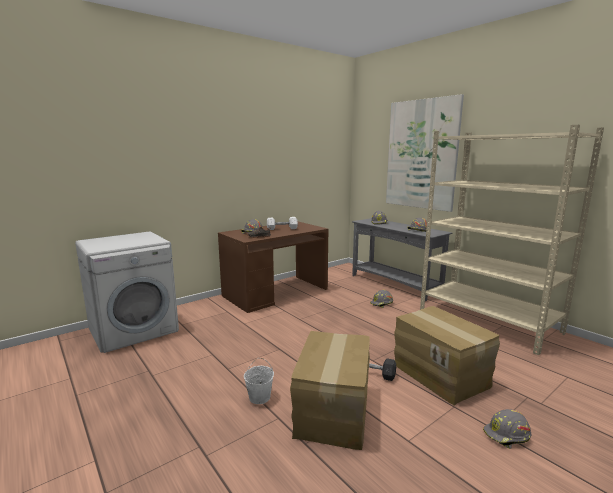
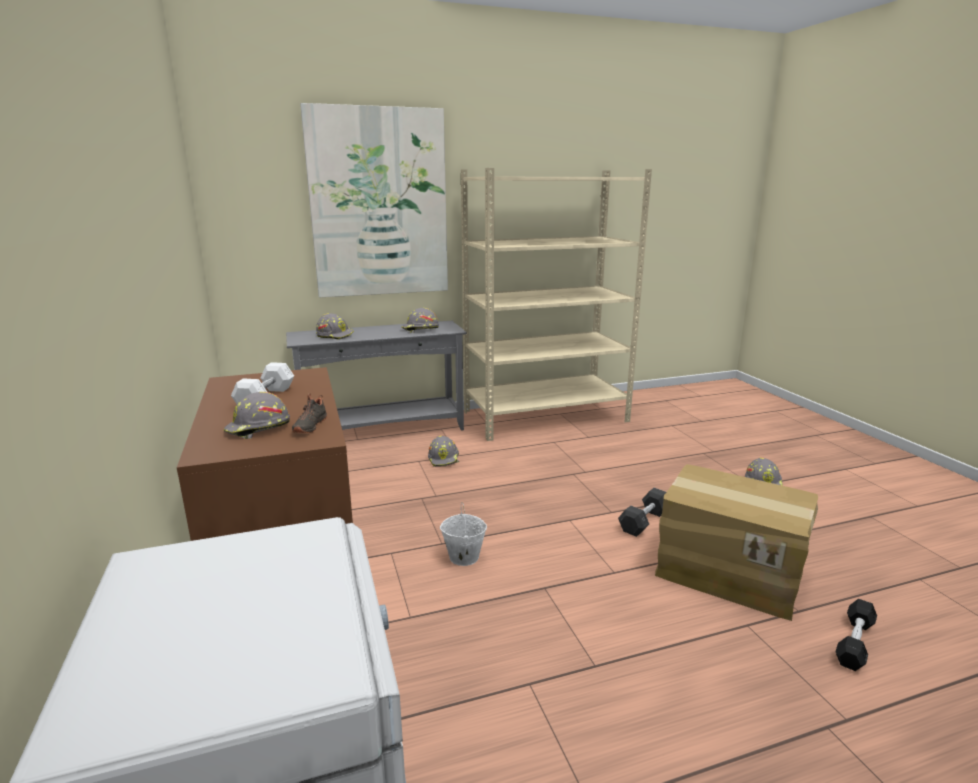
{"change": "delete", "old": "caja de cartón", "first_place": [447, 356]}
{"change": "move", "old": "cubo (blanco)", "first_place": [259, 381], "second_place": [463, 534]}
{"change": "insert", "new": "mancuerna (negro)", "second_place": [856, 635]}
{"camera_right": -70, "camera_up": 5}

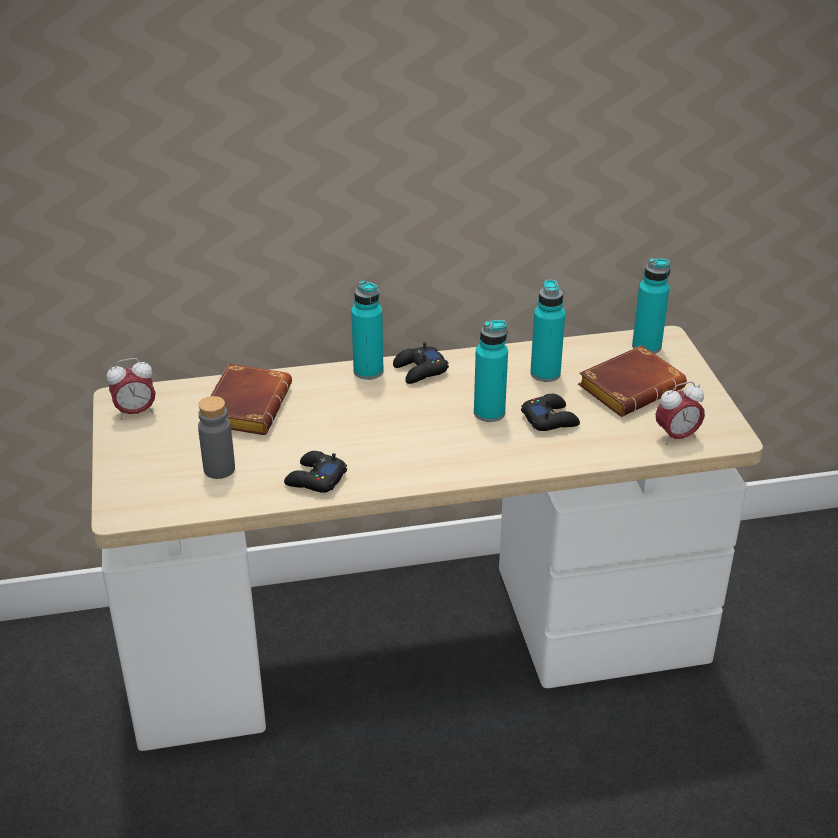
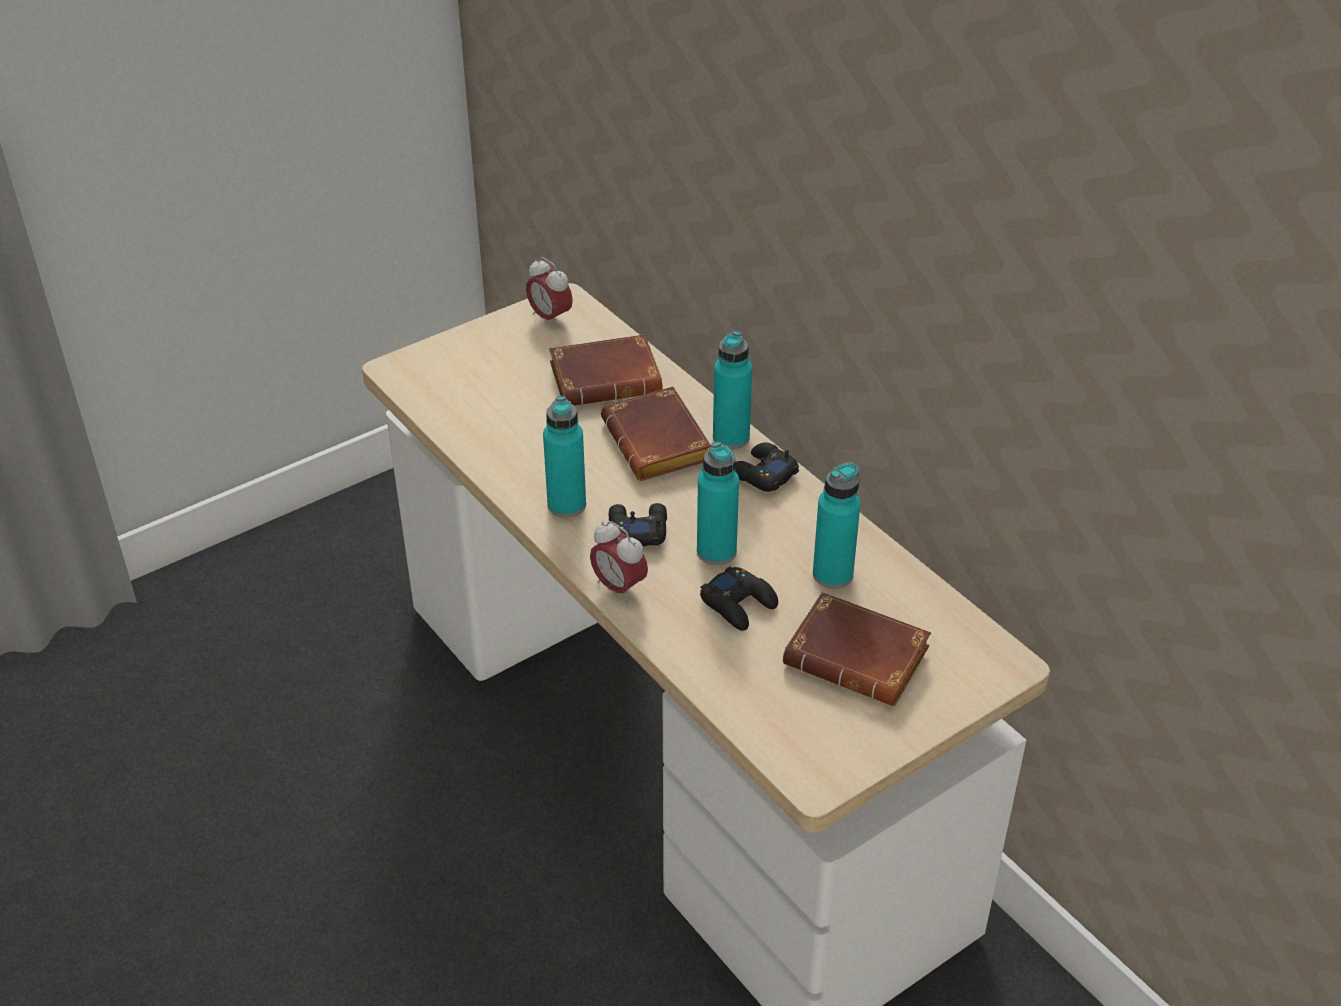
{"change": "move", "old": "botella (turquesa)", "first_place": [651, 306], "second_place": [564, 457]}
{"change": "move", "old": "despertador", "first_place": [680, 413], "second_place": [619, 562]}
{"change": "delete", "old": "botella (gris)", "first_place": [216, 437]}
{"change": "move", "old": "mando de consola (negro)", "first_place": [315, 472], "second_place": [638, 525]}
{"change": "insert", "new": "libro (marrón)", "second_place": [656, 434]}
{"camera_right": 65, "camera_up": 5}

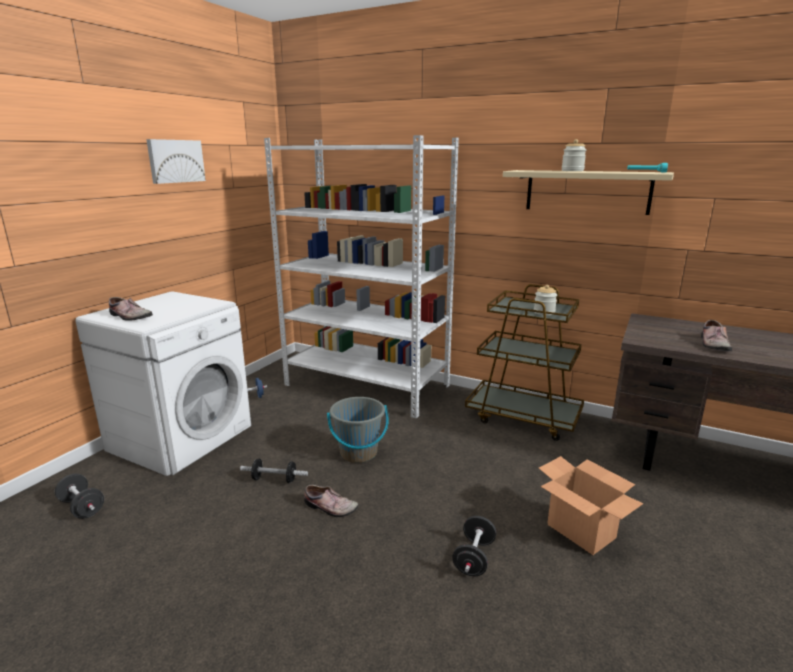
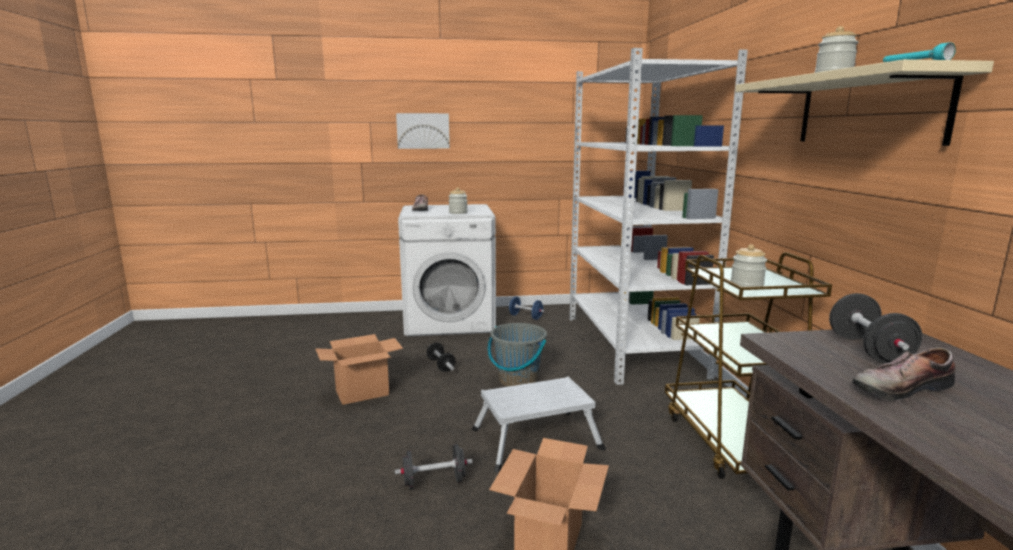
{"change": "move", "old": "cuadro", "first_place": [176, 161], "second_place": [423, 131]}
{"change": "move", "old": "mancuerna (negro)", "first_place": [79, 496], "second_place": [875, 328]}
{"change": "delete", "old": "zapato", "first_place": [331, 501]}
{"change": "insert", "new": "tarro", "second_place": [458, 200]}
{"change": "insert", "new": "caja de cartón", "second_place": [359, 369]}
{"change": "insert", "new": "escalera de tijera (blanco)", "second_place": [538, 425]}
{"camera_right": 55, "camera_up": -5}

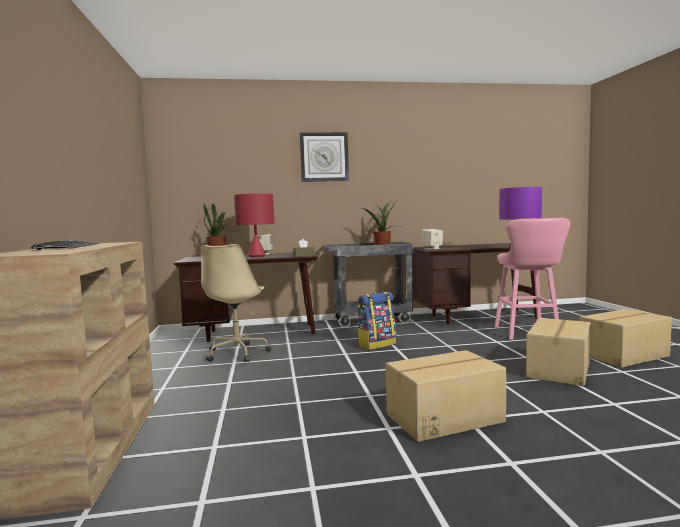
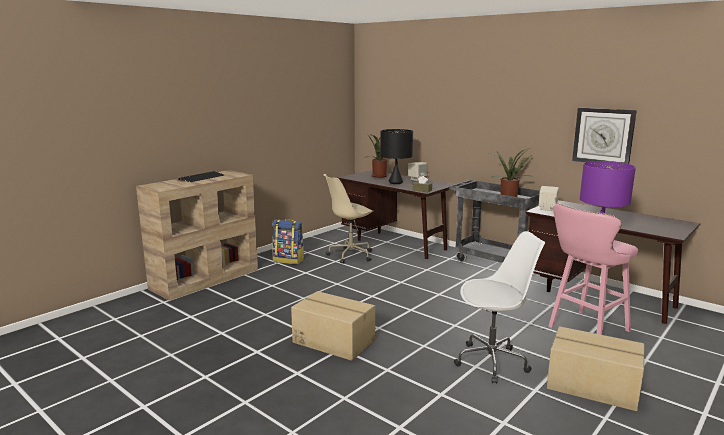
{"change": "move", "old": "reloj de pared", "first_place": [324, 157], "second_place": [604, 135]}
{"change": "recolor", "old": "lámpara de mesa (rojo)", "new": "lámpara de mesa (negro)", "first_place": [254, 225], "second_place": [396, 156]}
{"change": "move", "old": "mochila", "first_place": [376, 321], "second_place": [288, 241]}
{"change": "replace", "old": "caja de cartón", "new": "silla de oficina (blanco)", "first_place": [558, 352], "second_place": [499, 307]}
{"camera_right": 50, "camera_up": 10}

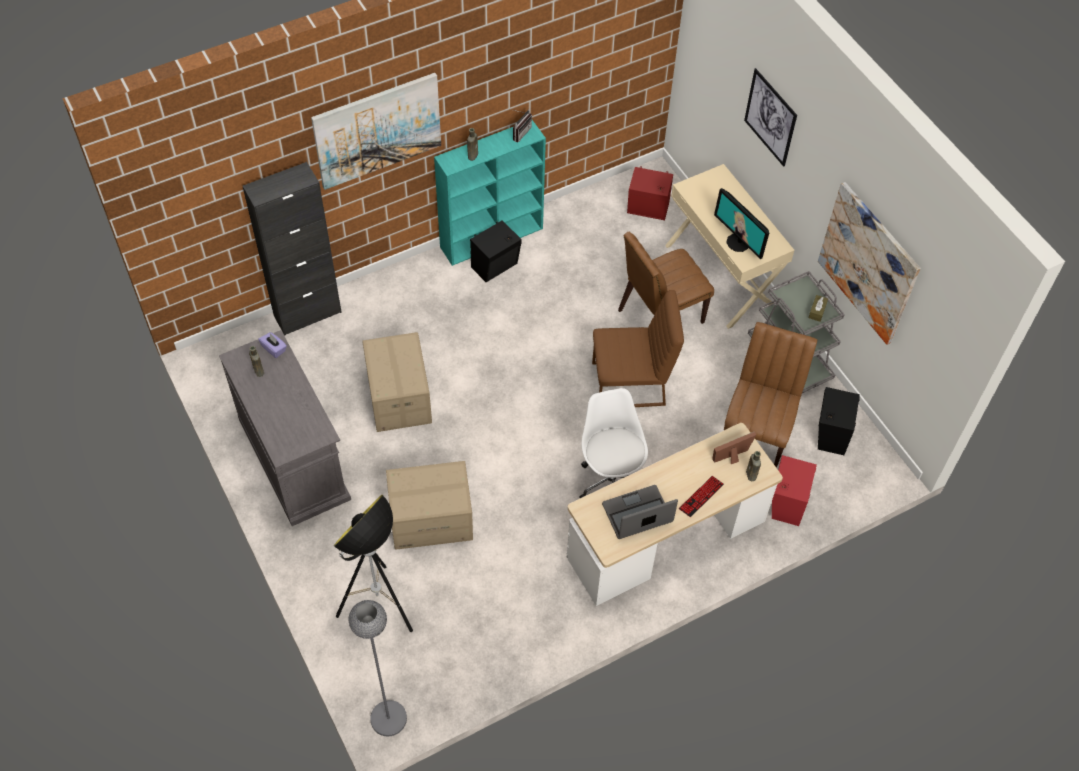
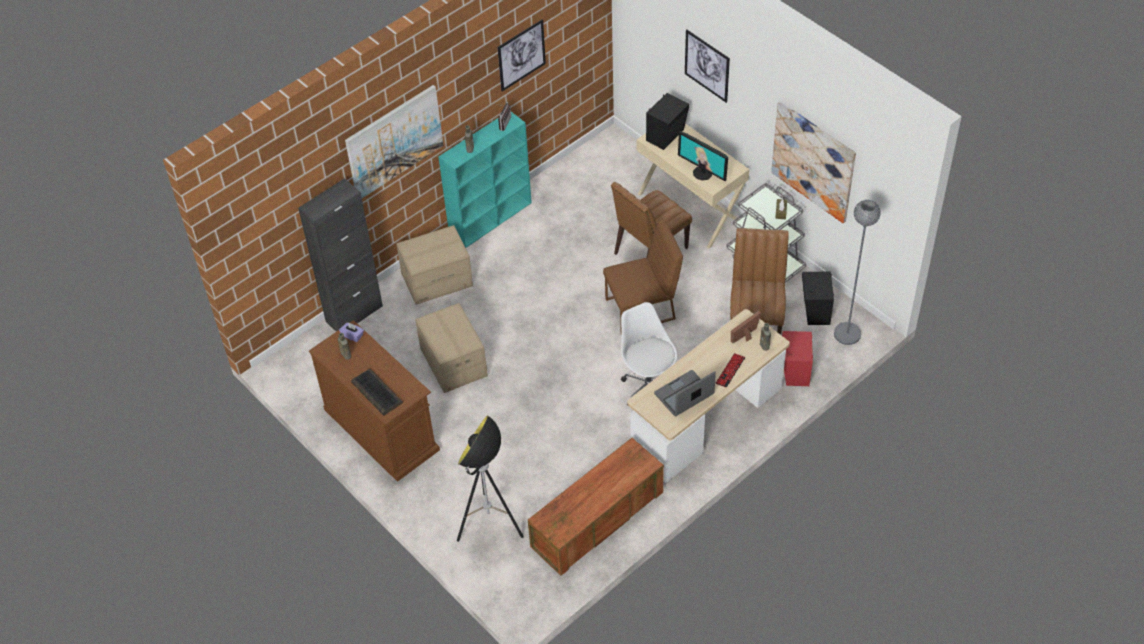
{"change": "delete", "old": "altavoz (rojo)", "first_place": [650, 193]}
{"change": "move", "old": "altavoz (negro)", "first_place": [496, 251], "second_place": [667, 121]}
{"change": "recolor", "old": "cómoda (gris)", "new": "cómoda (marrón)", "first_place": [285, 428], "second_place": [374, 401]}
{"change": "move", "old": "caja de cartón", "first_place": [429, 505], "second_place": [434, 265]}
{"change": "move", "old": "lámpara de pie (gris)", "first_place": [378, 668], "second_place": [857, 272]}
{"change": "insert", "new": "cuadro", "second_place": [521, 55]}
{"change": "insert", "new": "teclado", "second_place": [377, 392]}
{"change": "insert", "new": "banco (marrón)", "second_place": [596, 507]}
{"camera_right": -10, "camera_up": -5}

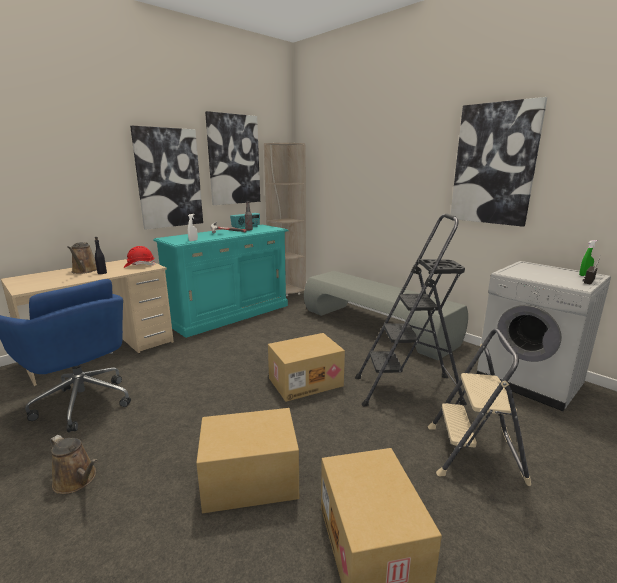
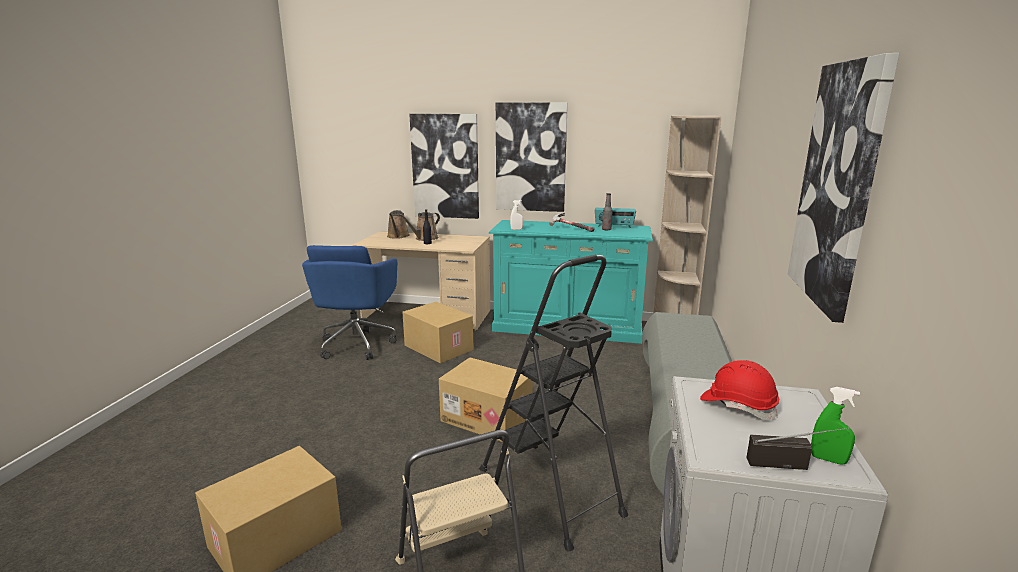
{"change": "move", "old": "cuadro", "first_place": [232, 158], "second_place": [444, 166]}
{"change": "move", "old": "casco (rojo)", "first_place": [139, 257], "second_place": [739, 390]}
{"change": "move", "old": "caja de cartón", "first_place": [247, 460], "second_place": [438, 332]}
{"change": "move", "old": "regadera (marrón)", "first_place": [73, 464], "second_place": [398, 224]}
{"camera_right": 55, "camera_up": 0}

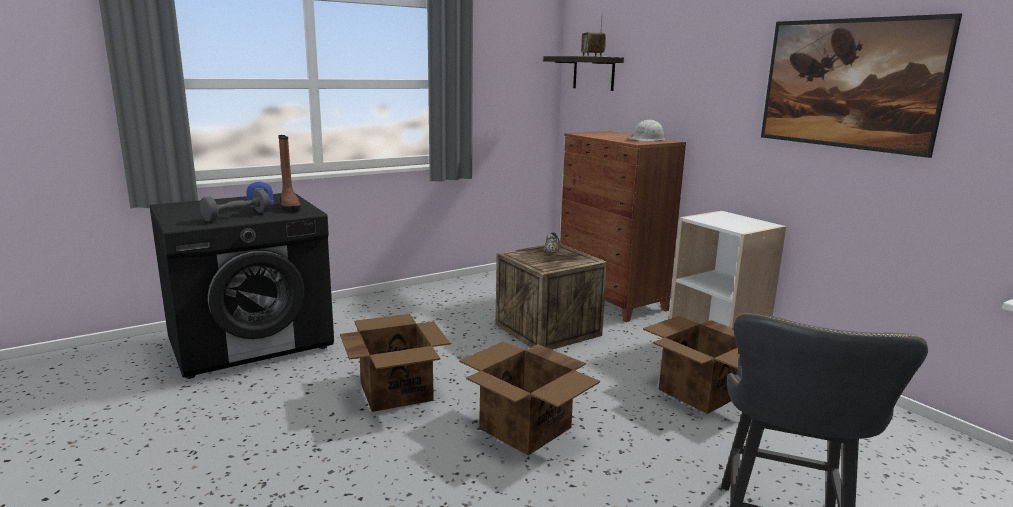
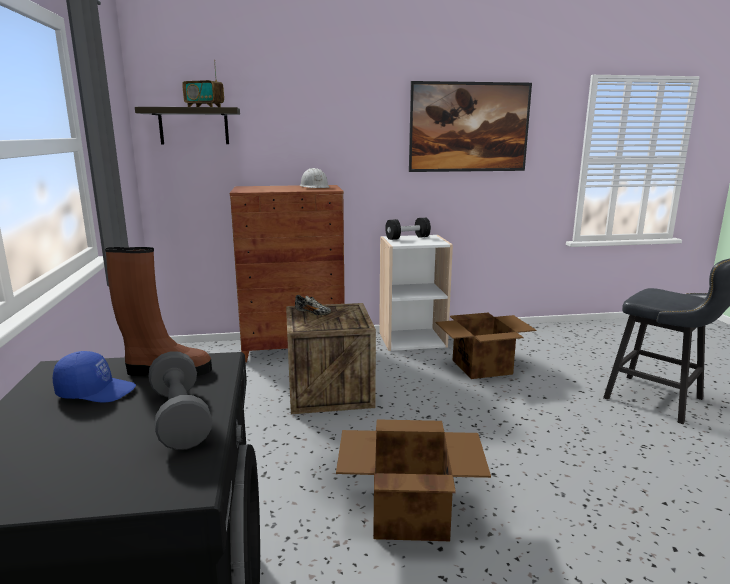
{"change": "delete", "old": "caja de cartón", "first_place": [529, 398]}
{"change": "insert", "new": "mancuerna (negro)", "second_place": [408, 229]}
{"camera_right": -65, "camera_up": 0}

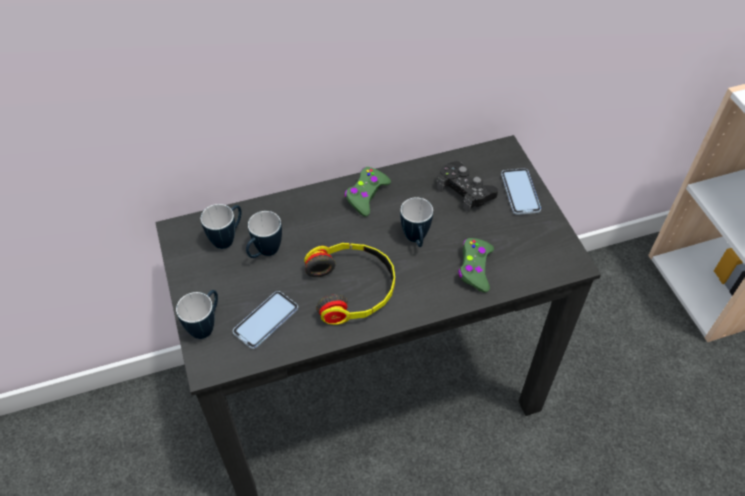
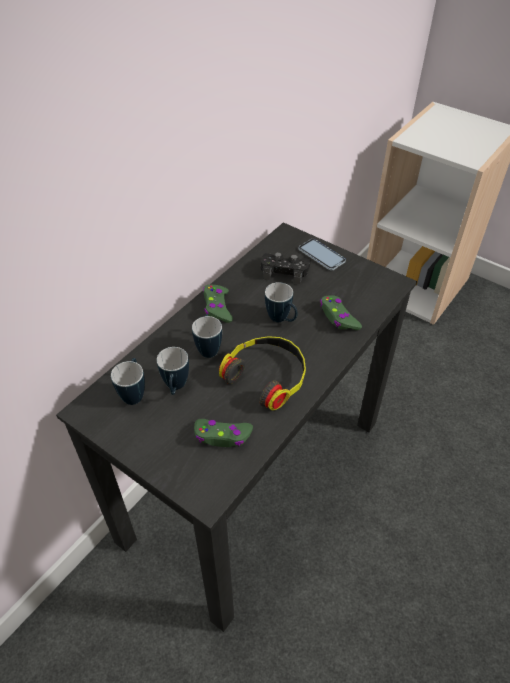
{"change": "move", "old": "taza grande", "first_place": [197, 314], "second_place": [207, 336]}
{"change": "replace", "old": "móvil", "new": "mando de consola (verde)", "first_place": [265, 320], "second_place": [223, 433]}
{"camera_right": -35, "camera_up": -5}

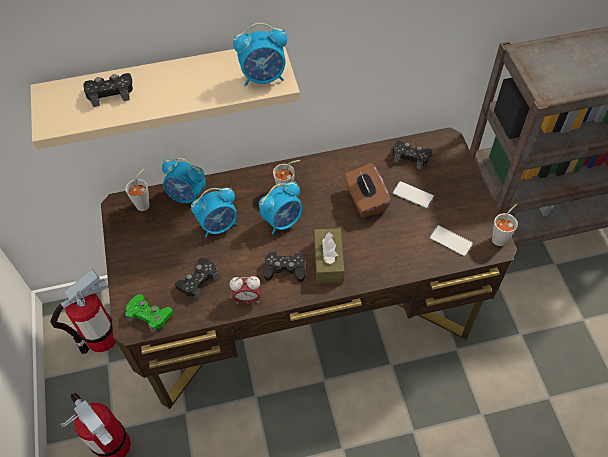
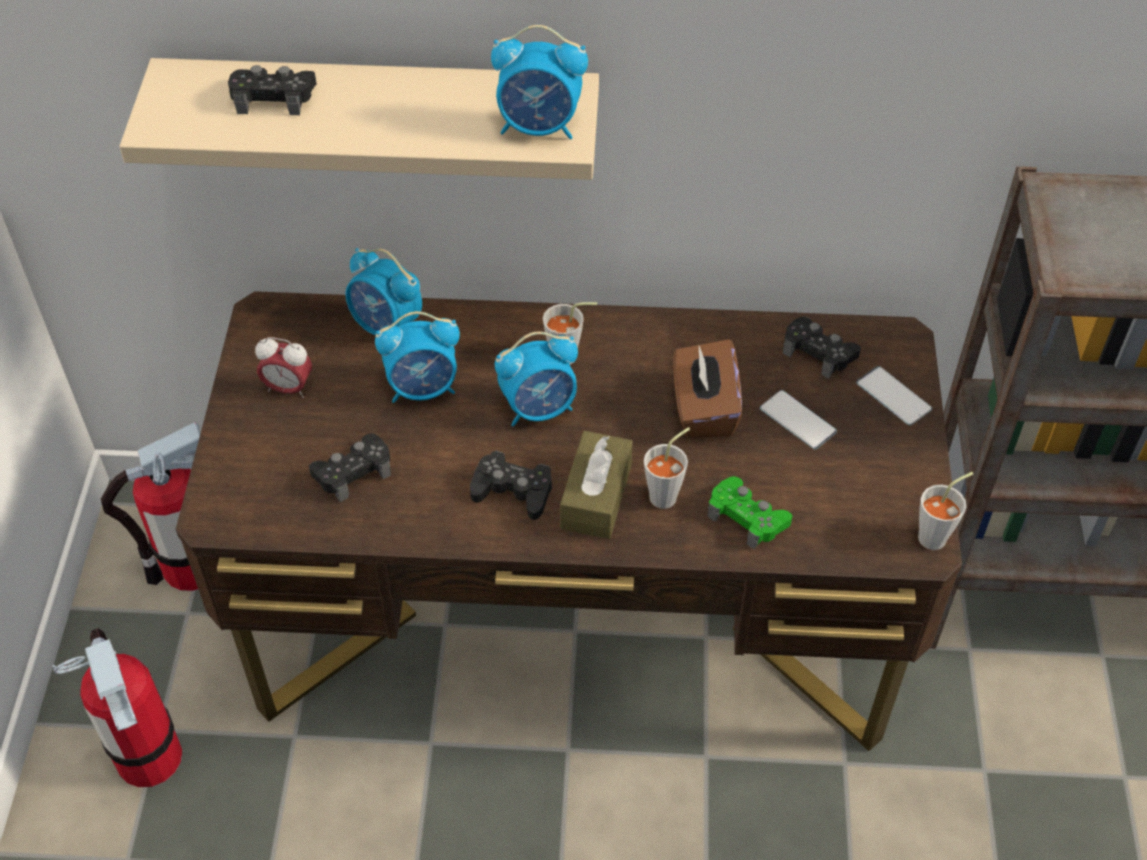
{"change": "move", "old": "taza (gris)", "first_place": [137, 190], "second_place": [667, 468]}
{"change": "move", "old": "móvil", "first_place": [451, 240], "second_place": [894, 395]}
{"change": "move", "old": "despertador", "first_place": [245, 290], "second_place": [283, 367]}
{"change": "move", "old": "mando de consola (verde)", "first_place": [149, 313], "second_place": [749, 513]}
{"camera_right": 15, "camera_up": -5}

